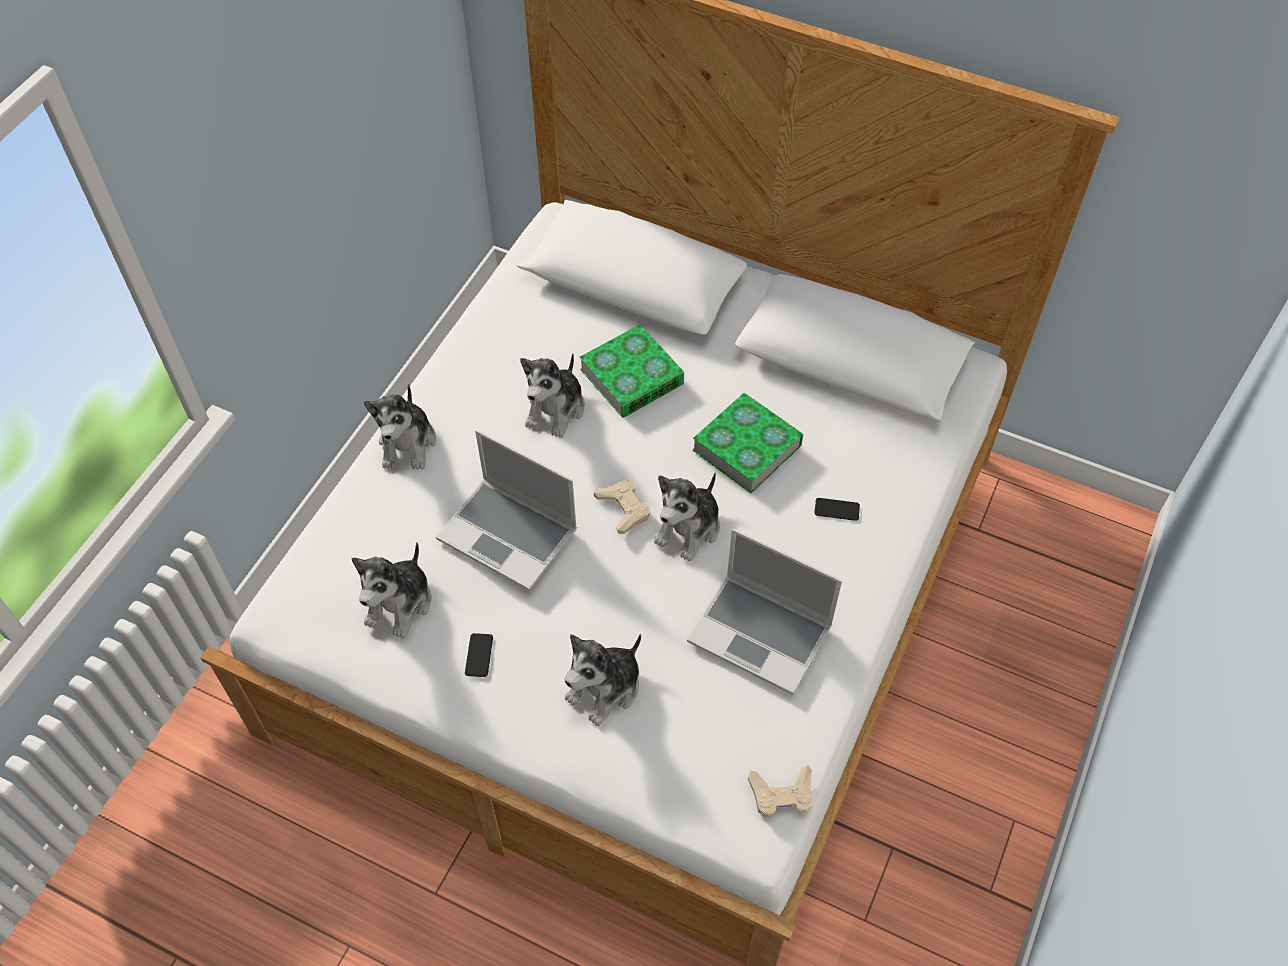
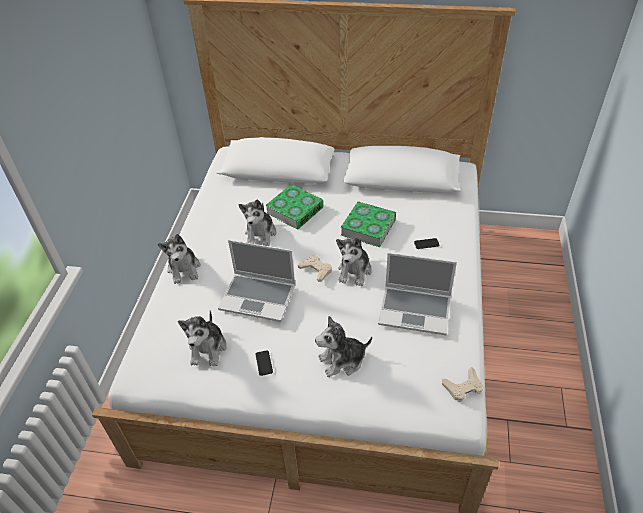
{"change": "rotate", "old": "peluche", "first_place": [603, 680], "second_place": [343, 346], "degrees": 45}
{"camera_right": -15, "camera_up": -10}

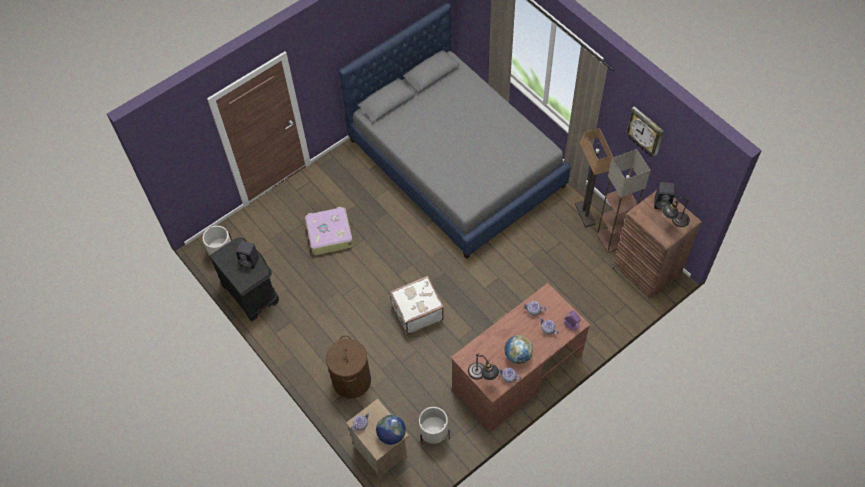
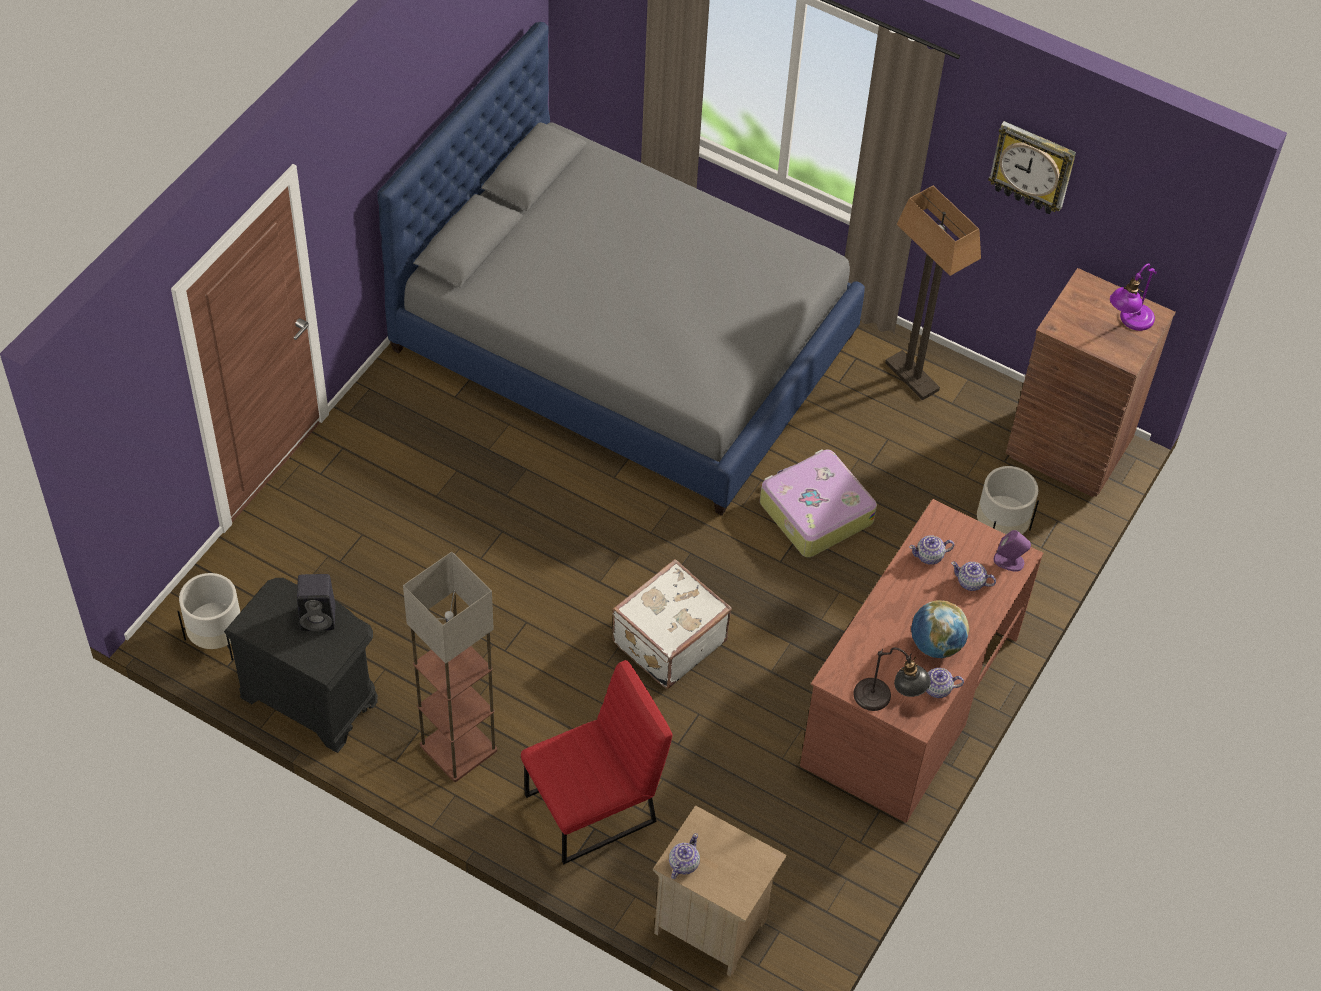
{"change": "move", "old": "lámpara de pie", "first_place": [623, 201], "second_place": [450, 667]}
{"change": "delete", "old": "altavoz (negro)", "first_place": [664, 196]}
{"change": "recolor", "old": "lámpara de mesa (gris)", "new": "lámpara de mesa (morado)", "first_place": [676, 211], "second_place": [1133, 297]}
{"change": "move", "old": "maleta", "first_place": [329, 231], "second_place": [818, 503]}
{"change": "replace", "old": "cesto de la ropa (marrón)", "new": "silla (rojo)", "first_place": [348, 367], "second_place": [597, 762]}
{"change": "move", "old": "maceta (blanco)", "first_place": [434, 425], "second_place": [1008, 500]}
{"change": "delete", "old": "globo terráqueo", "first_place": [391, 430]}
{"camera_right": -25, "camera_up": -5}

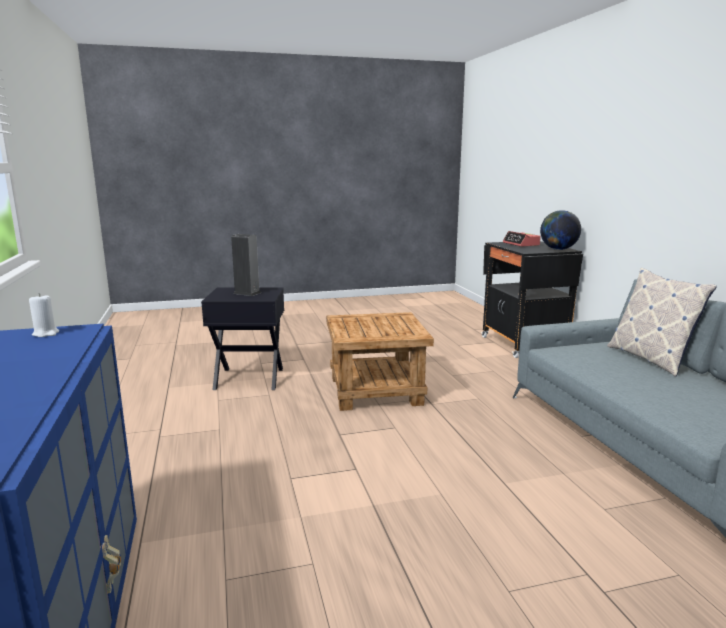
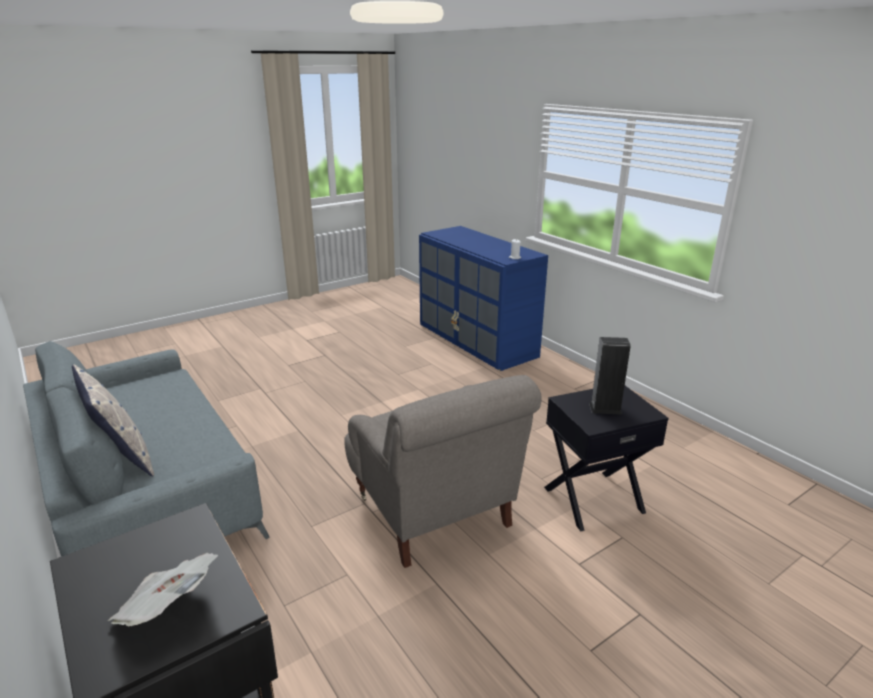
{"change": "delete", "old": "globo terráqueo", "first_place": [560, 230]}
{"change": "replace", "old": "despertador", "new": "periódico", "first_place": [522, 239], "second_place": [163, 590]}
{"change": "replace", "old": "mesa auxiliar (marrón)", "new": "sillón (gris)", "first_place": [380, 361], "second_place": [443, 471]}
{"camera_right": 160, "camera_up": 10}

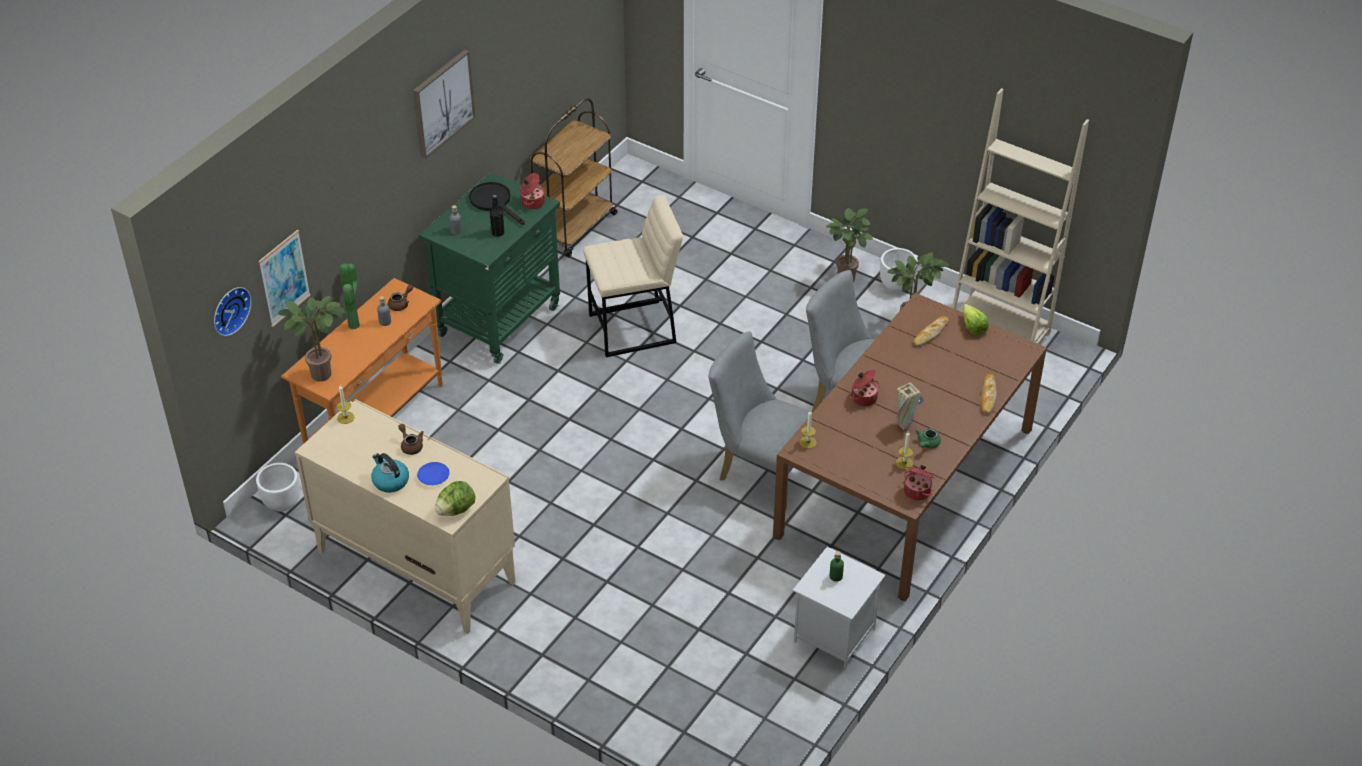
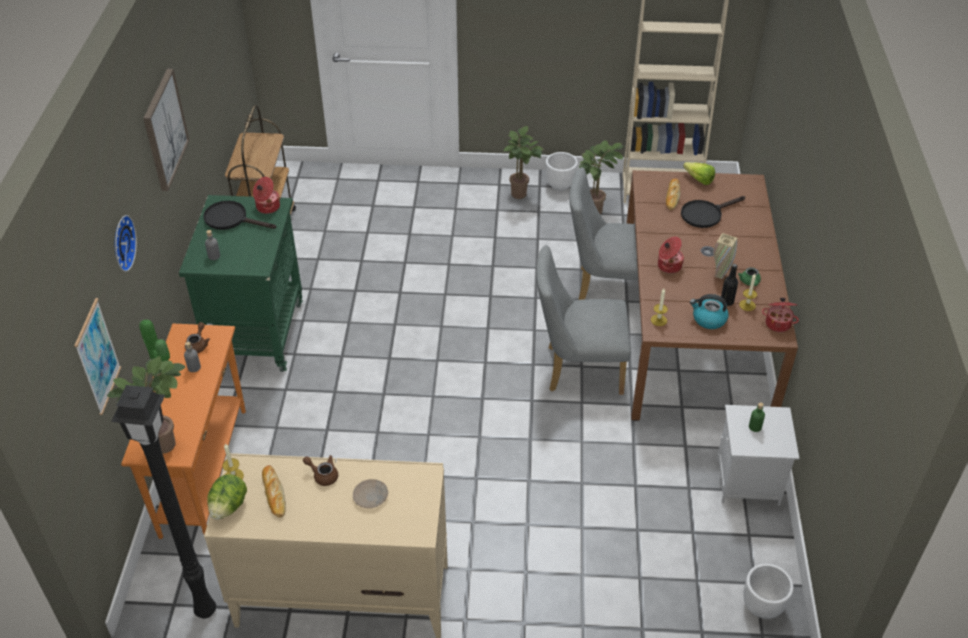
{"change": "move", "old": "botella (negro)", "first_place": [497, 216], "second_place": [729, 285]}
{"change": "delete", "old": "silla (beis)", "first_place": [633, 276]}
{"change": "move", "old": "reloj de pared", "first_place": [233, 311], "second_place": [126, 243]}
{"change": "move", "old": "pan", "first_place": [988, 394], "second_place": [274, 491]}
{"change": "move", "old": "hervidor", "first_place": [390, 473], "second_place": [709, 311]}
{"change": "recolor", "old": "plato (azul)", "new": "plato (beis)", "first_place": [433, 473], "second_place": [370, 493]}
{"change": "move", "old": "maceta (blanco)", "first_place": [278, 487], "second_place": [768, 591]}
{"change": "move", "old": "lechuga", "first_place": [455, 498], "second_place": [227, 497]}
{"change": "insert", "new": "sartén (negro)", "second_place": [713, 212]}
{"change": "insert", "new": "lámpara de pie (negro)", "second_place": [163, 502]}
{"camera_right": -30, "camera_up": 0}

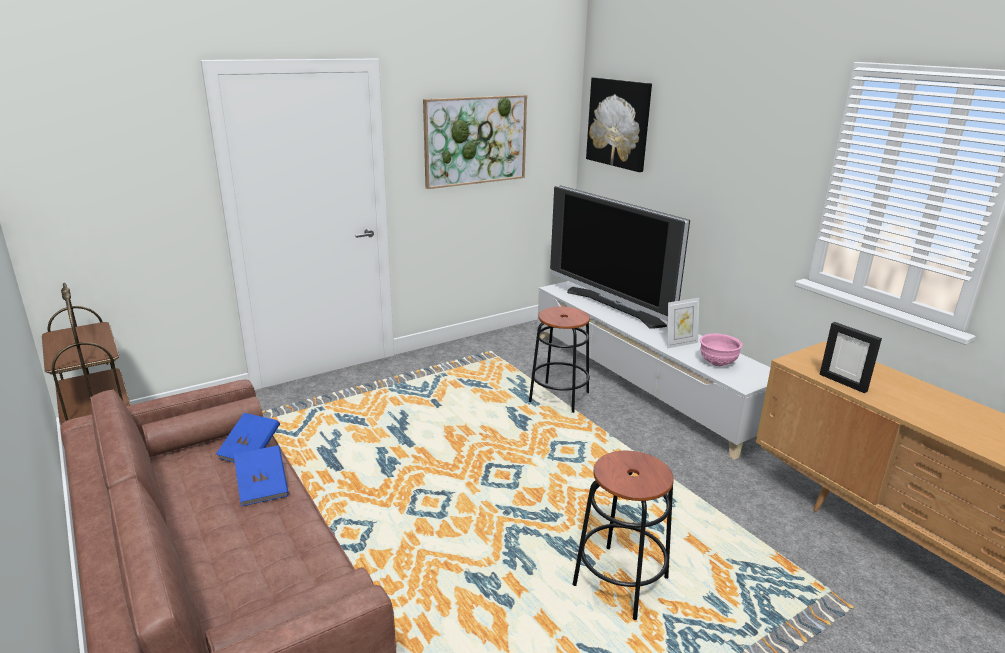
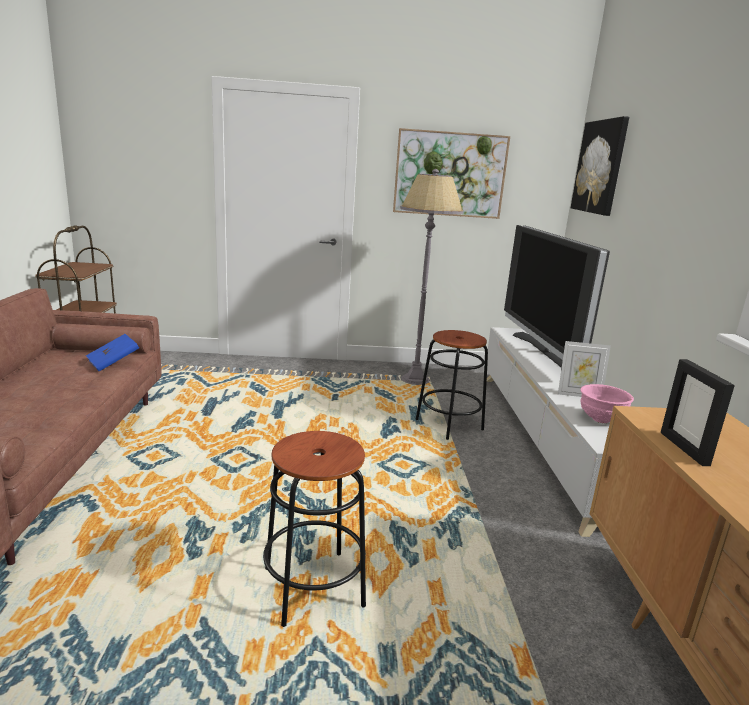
{"change": "delete", "old": "libro (azul)", "first_place": [261, 476]}
{"change": "insert", "new": "lámpara de pie (gris)", "second_place": [432, 277]}
{"camera_right": 30, "camera_up": -5}

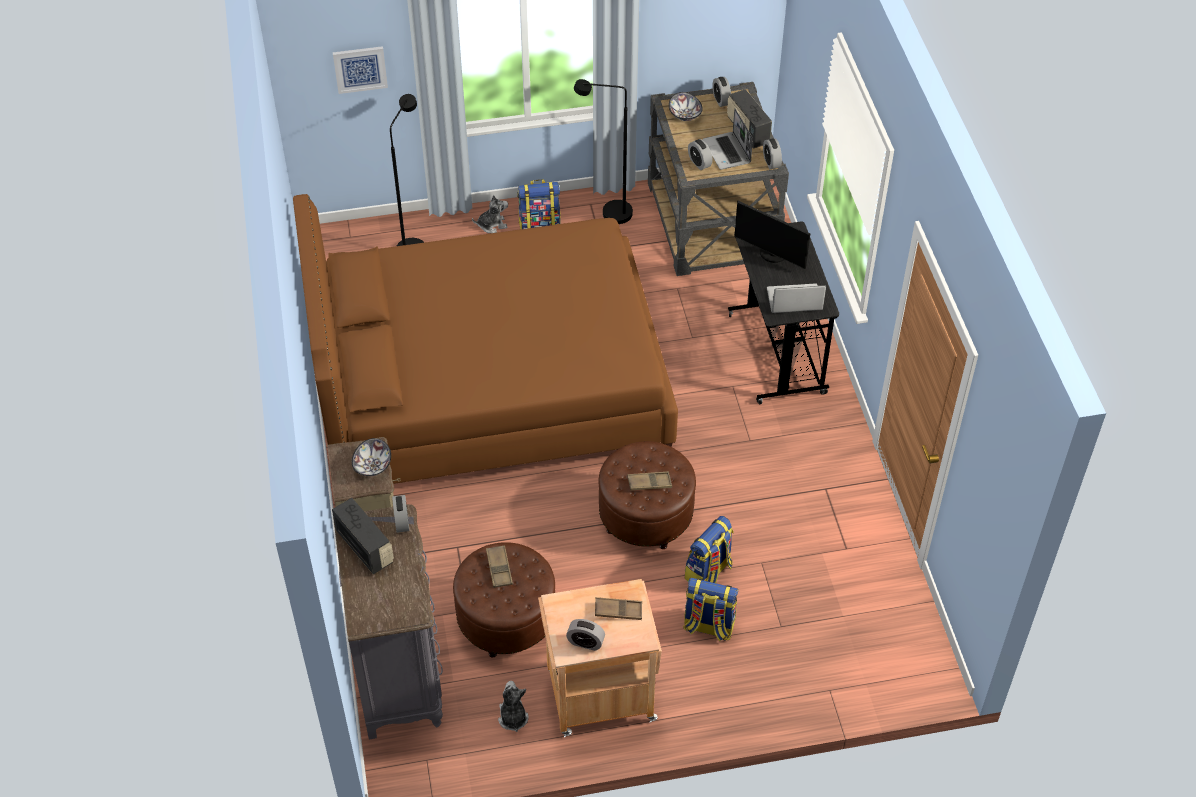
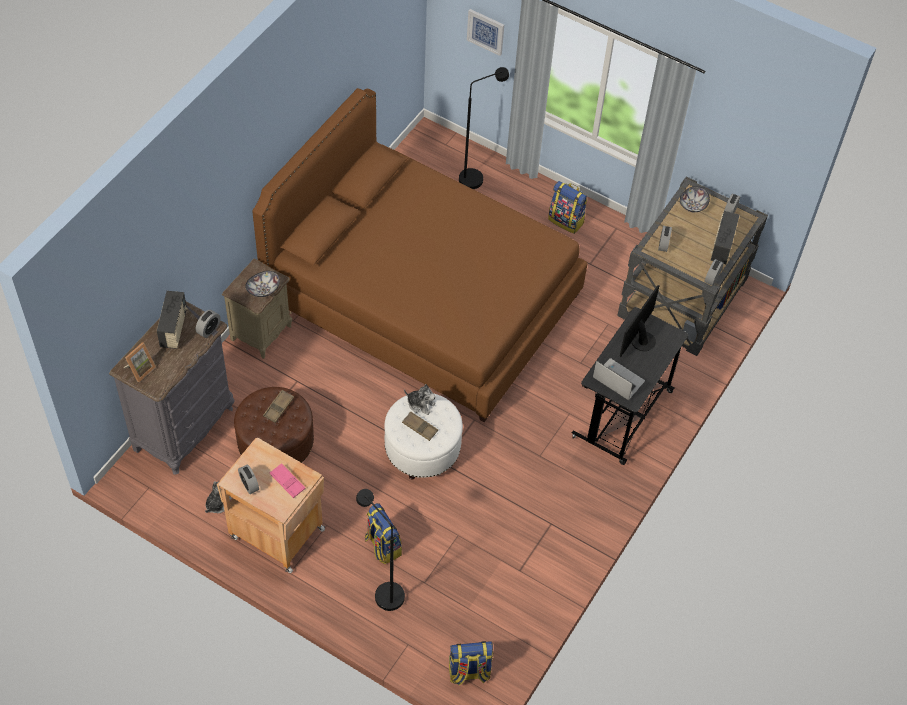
{"change": "move", "old": "lámpara de pie (negro)", "first_place": [603, 151], "second_place": [380, 550]}
{"change": "delete", "old": "portátil", "first_place": [728, 139]}
{"change": "move", "old": "peluche", "first_place": [490, 214], "second_place": [420, 399]}
{"change": "rotate", "old": "monitor", "first_place": [772, 234], "second_place": [640, 321], "degrees": 45}
{"change": "recolor", "old": "puf (marrón)", "new": "puf (blanco)", "first_place": [647, 495], "second_place": [423, 437]}
{"change": "move", "old": "mochila", "first_place": [709, 549], "second_place": [471, 663]}
{"change": "recolor", "old": "bandeja (marrón)", "new": "bandeja (rosa)", "first_place": [618, 608], "second_place": [288, 480]}
{"change": "insert", "new": "portarretratos", "second_place": [139, 362]}
{"camera_right": 40, "camera_up": 5}

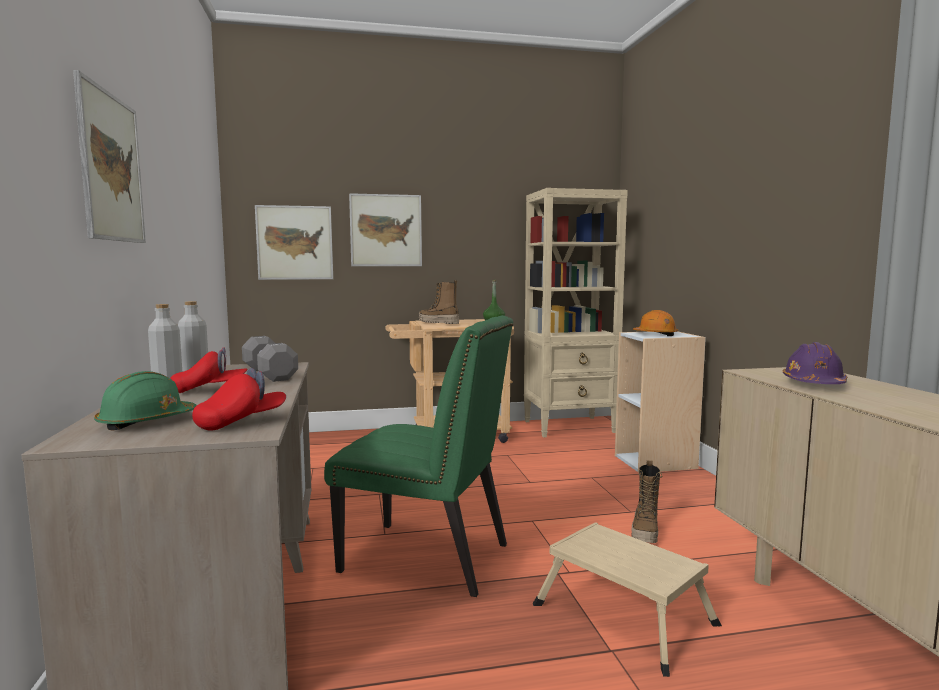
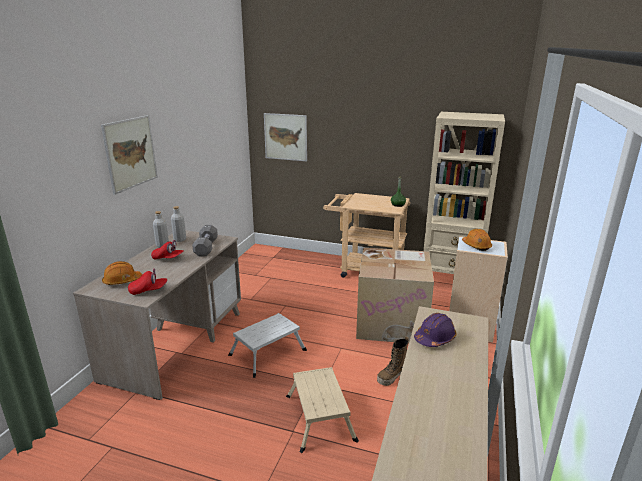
{"change": "delete", "old": "cuadro", "first_place": [385, 229]}
{"change": "delete", "old": "bota", "first_place": [439, 302]}
{"change": "replace", "old": "silla (verde)", "new": "escalera de tijera (blanco)", "first_place": [418, 456], "second_place": [267, 345]}
{"change": "recolor", "old": "casco (verde)", "new": "casco (naranja)", "first_place": [145, 401], "second_place": [122, 273]}
{"change": "insert", "new": "caja de cartón", "second_place": [395, 295]}
{"camera_right": 30, "camera_up": 15}

